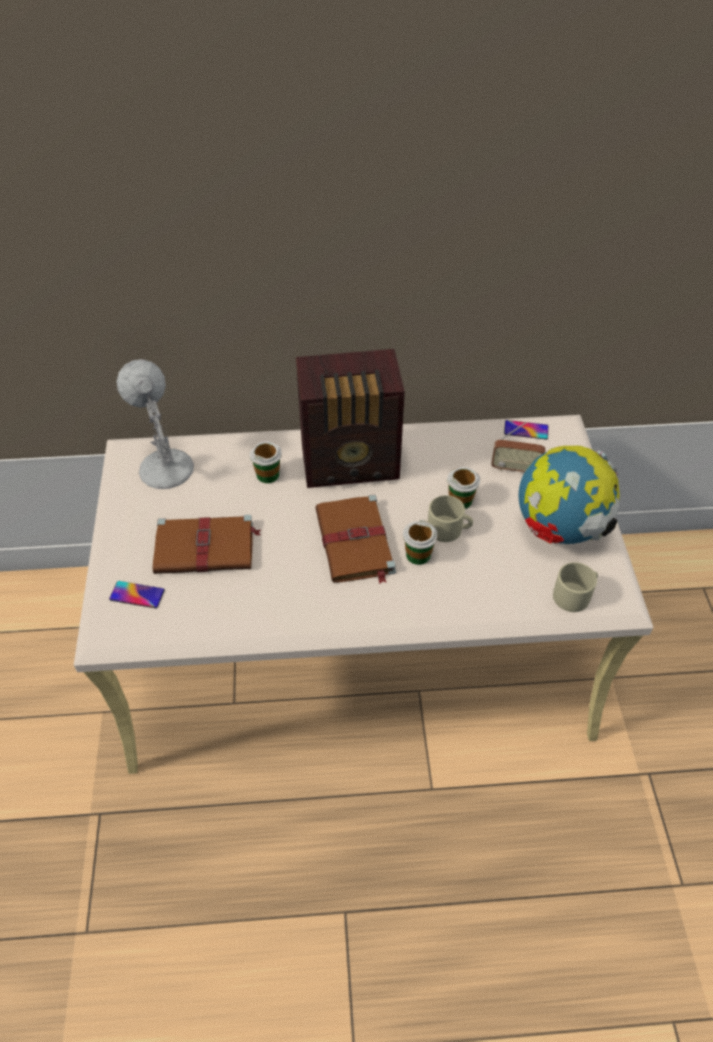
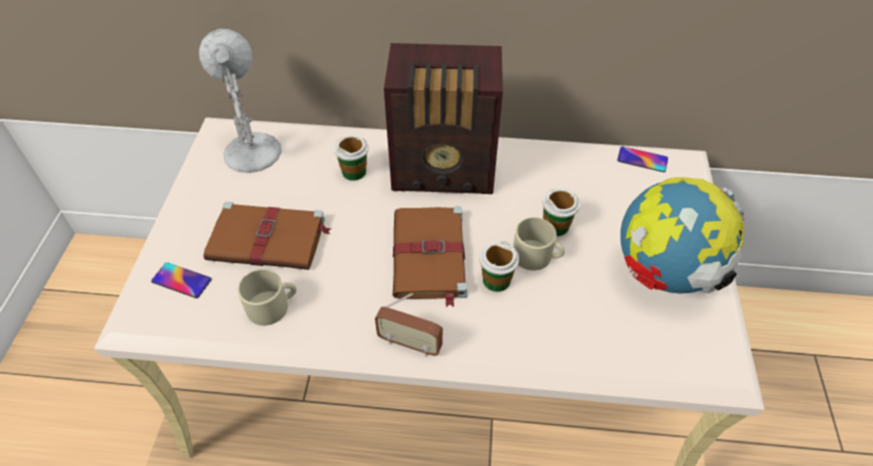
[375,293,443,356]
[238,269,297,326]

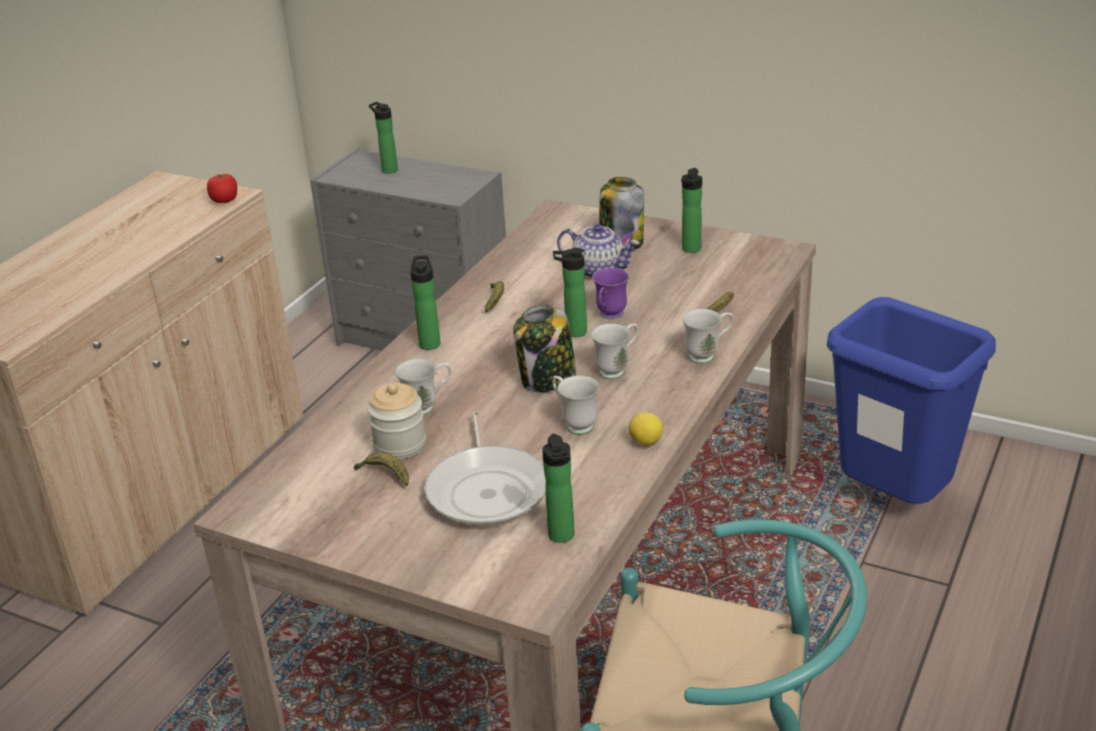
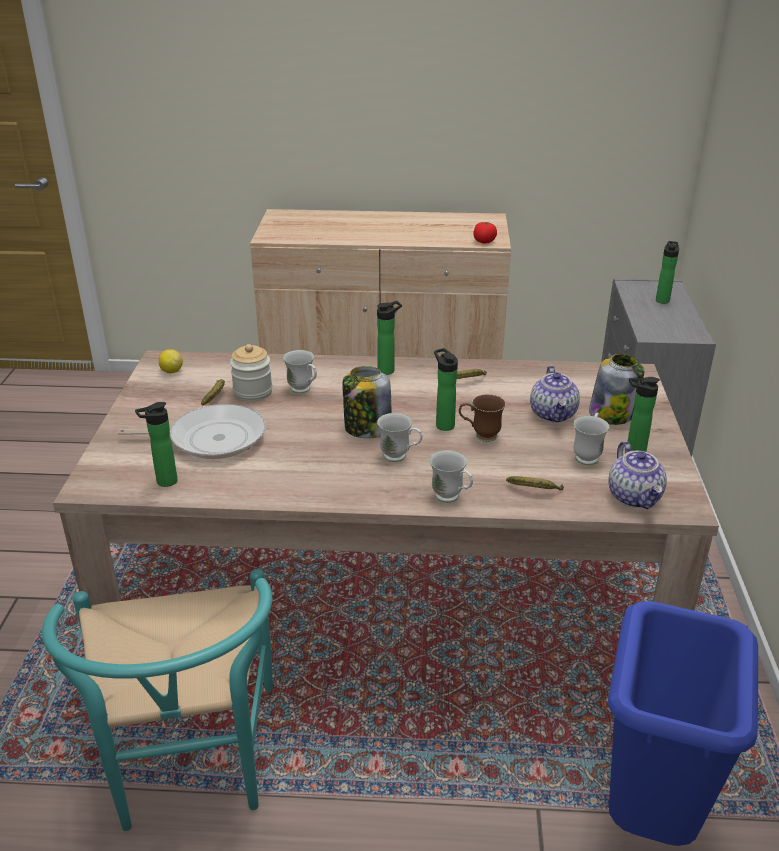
[609,441,667,509]
[573,412,609,465]
[159,349,183,373]
[459,394,506,442]
[118,404,265,459]

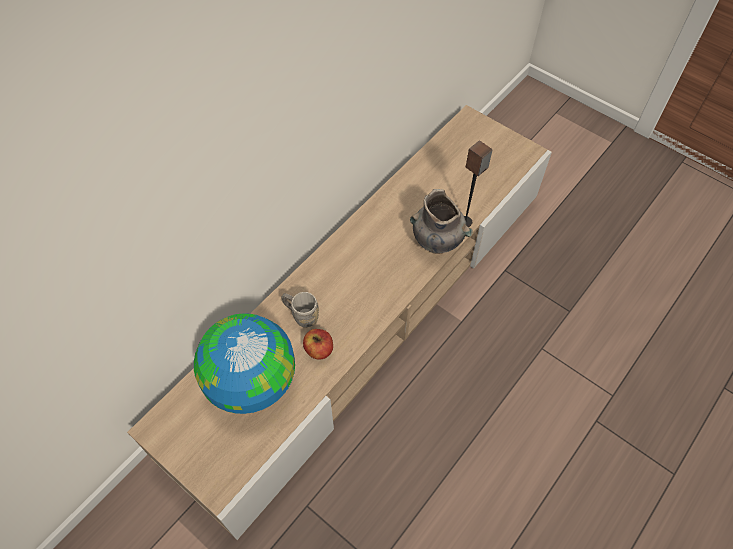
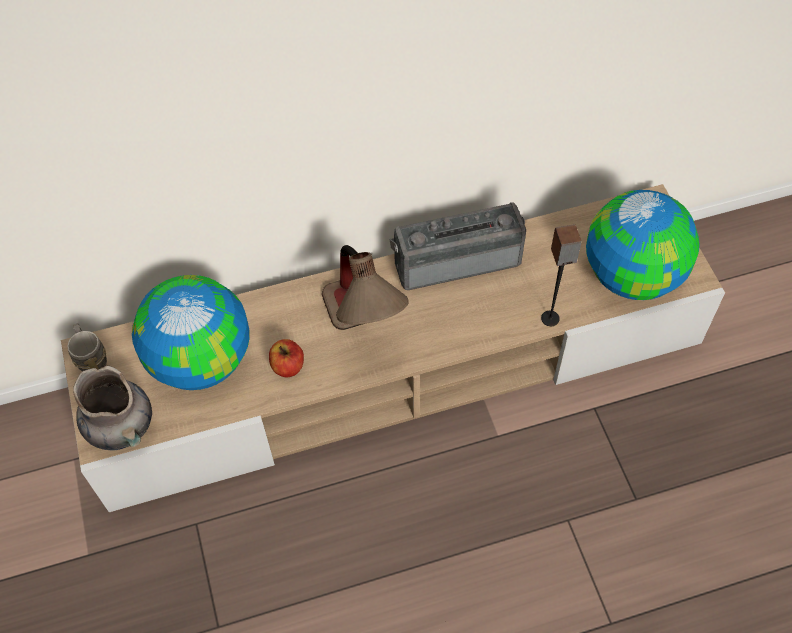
[322,245,409,330]
[389,202,526,290]
[586,190,700,300]
[67,323,107,372]
[73,366,152,450]

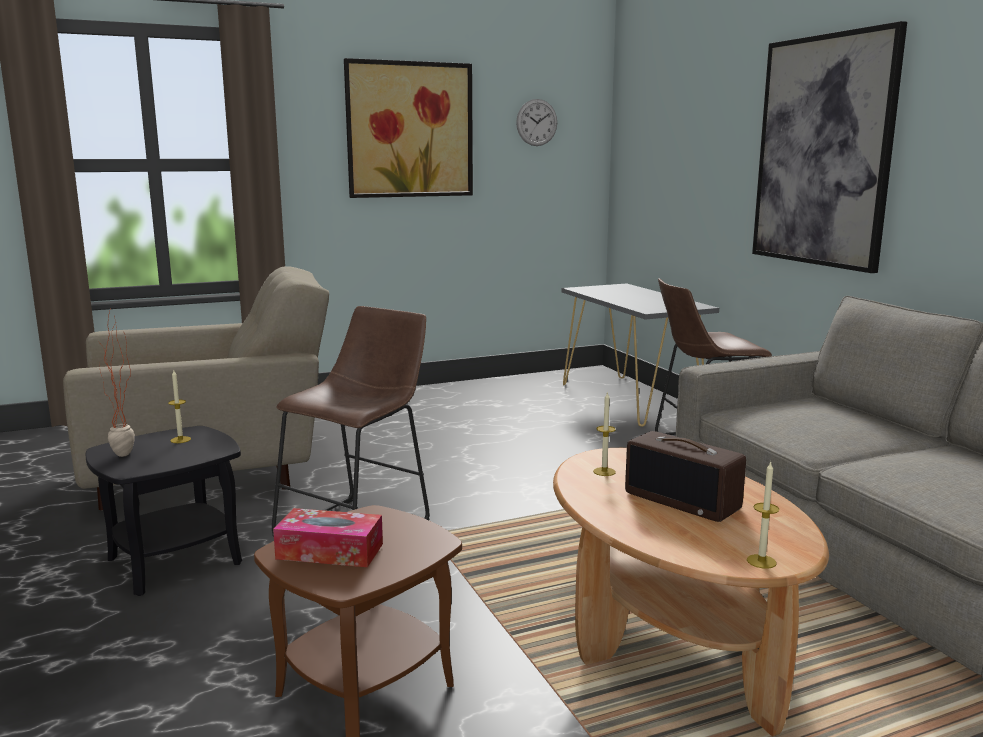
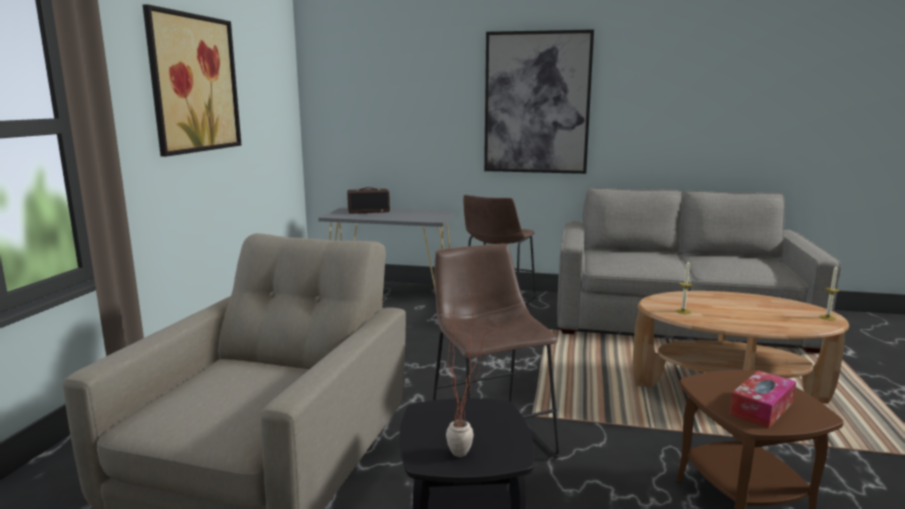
[168,370,191,443] (first image)
[516,99,557,146] (first image)
[347,187,390,214]

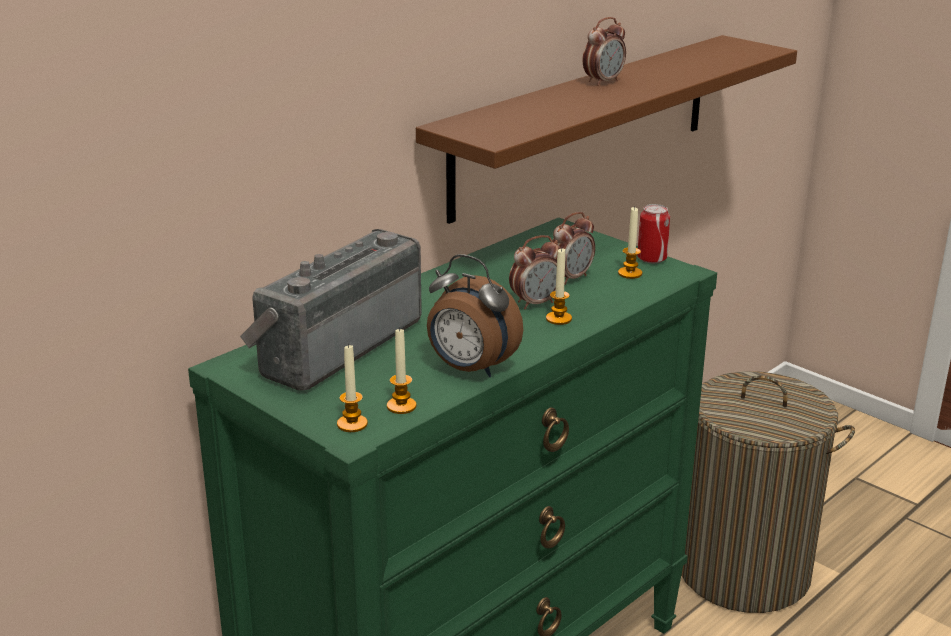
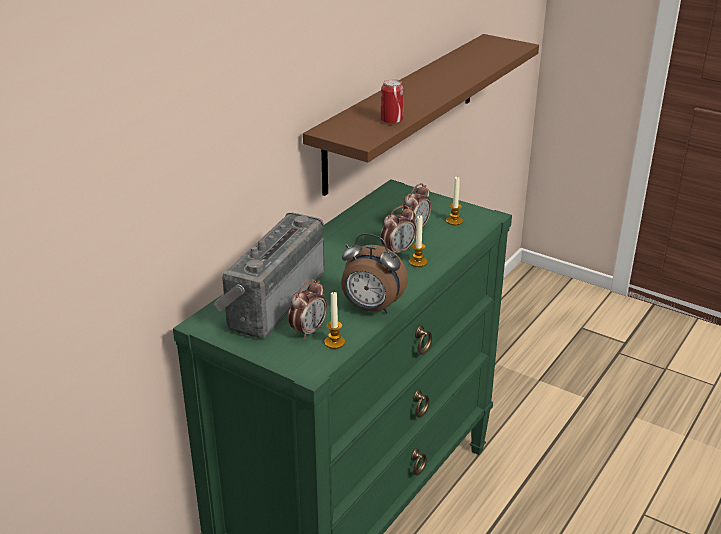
[337,344,368,432] (first image)
[681,371,855,613] (first image)
[288,279,327,339]
[381,79,404,124]

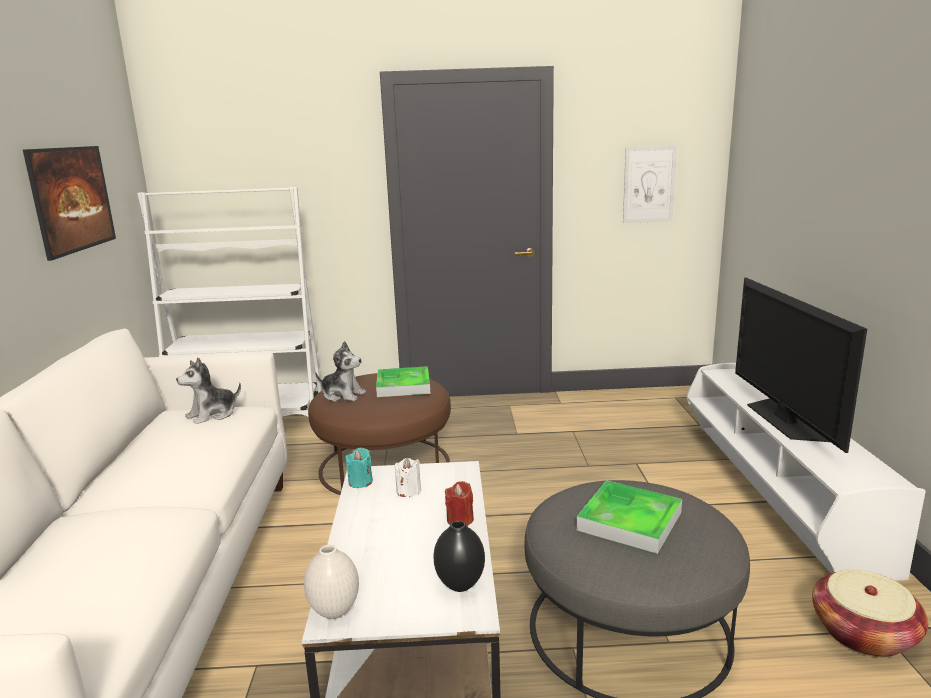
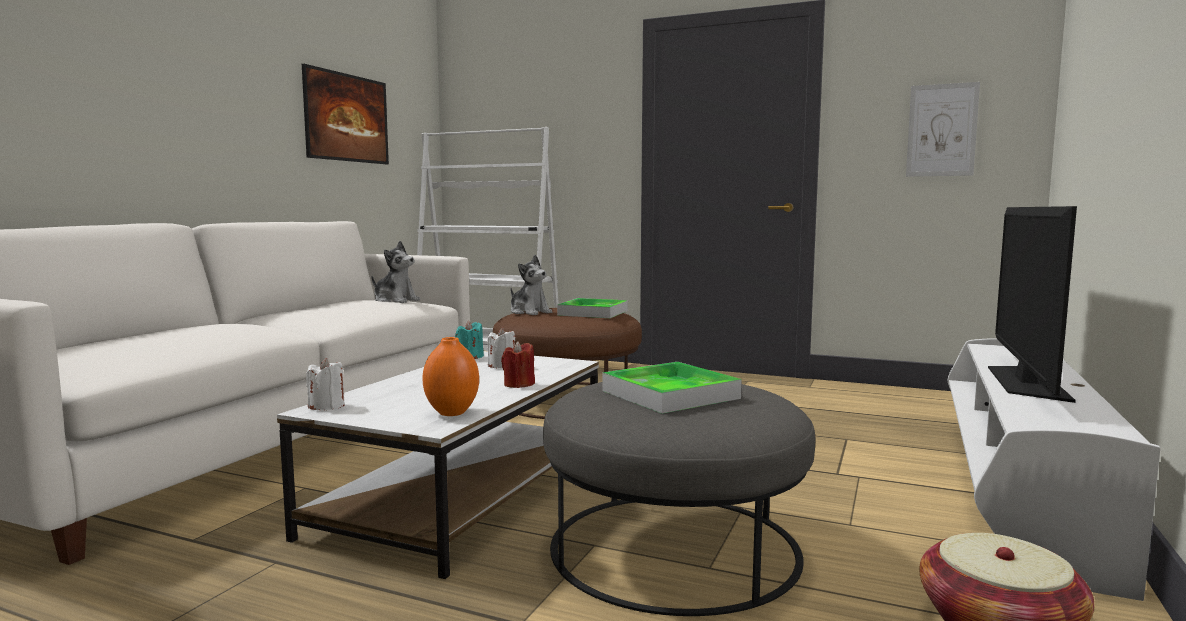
[306,358,345,410]
[422,337,479,416]
[372,241,420,303]

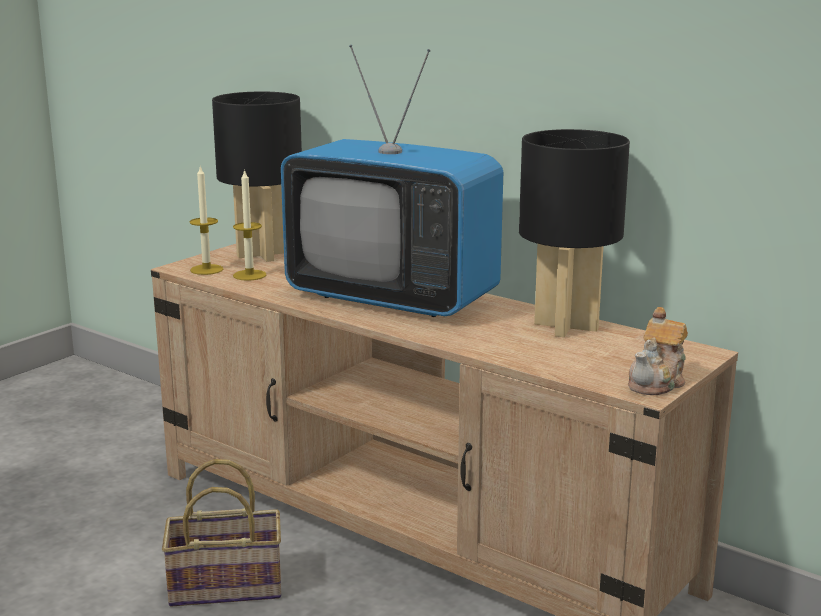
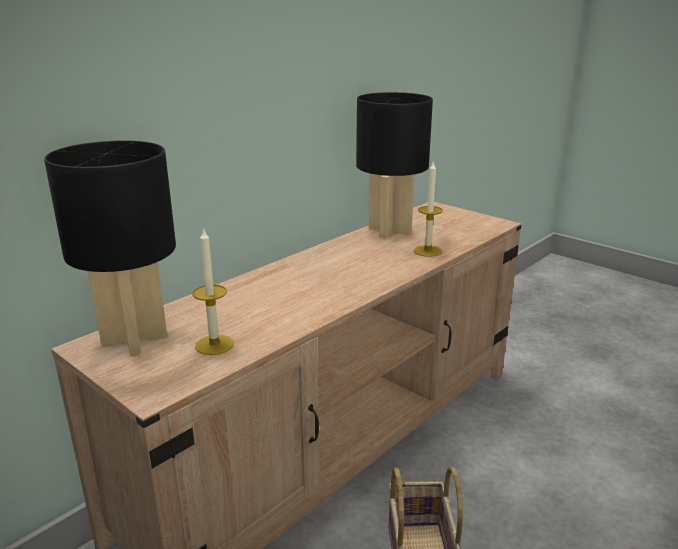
[281,45,503,317] (first image)
[628,307,688,395] (first image)
[414,161,443,257]

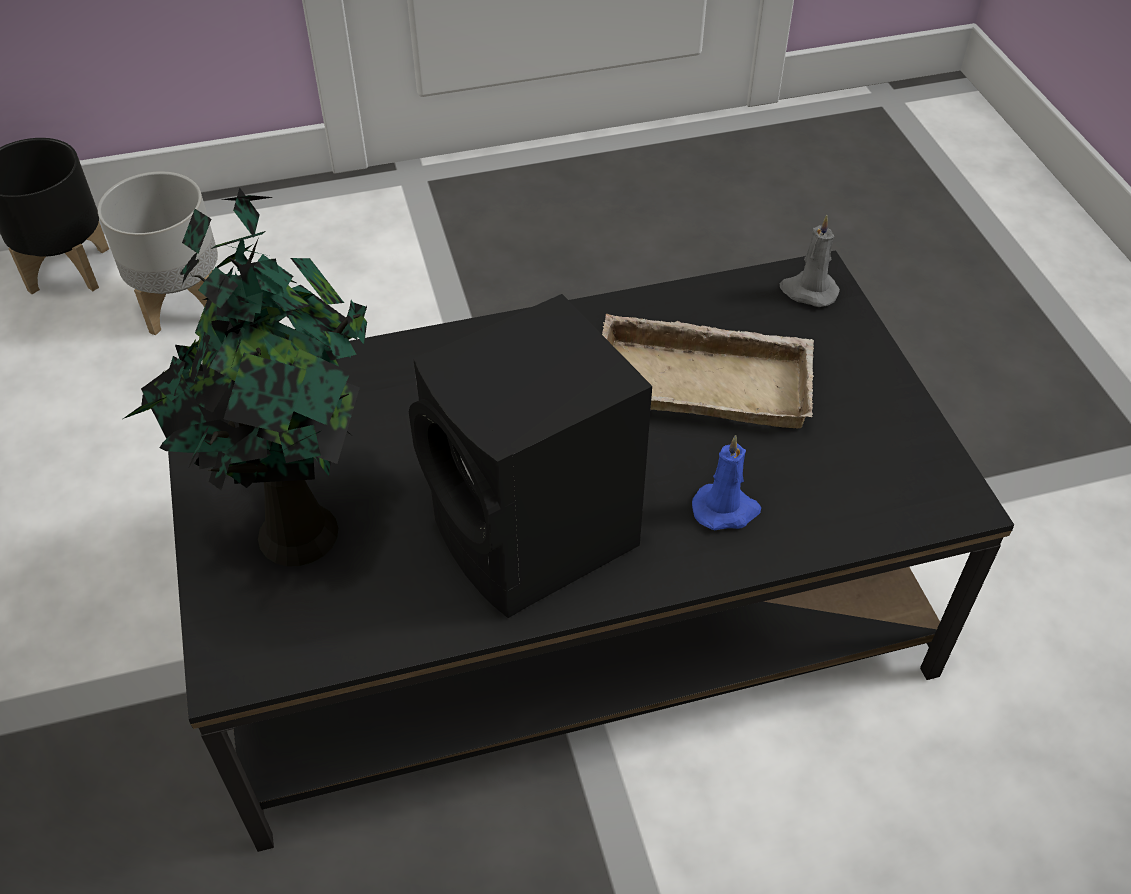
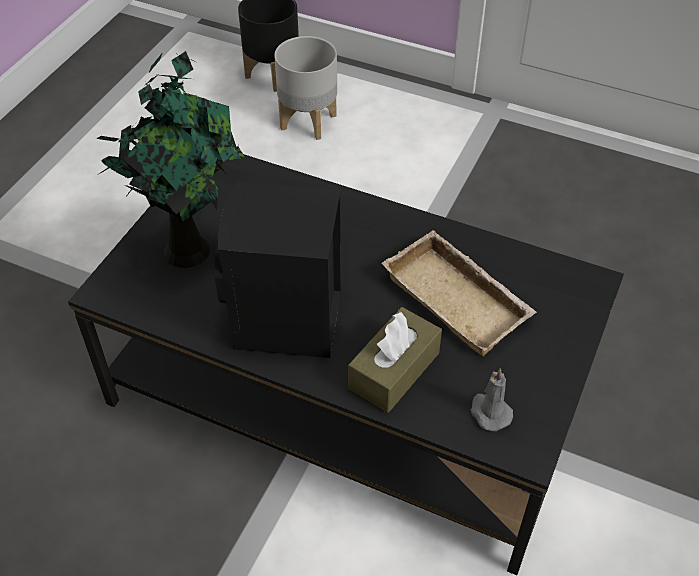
[471,368,513,431]
[348,307,442,413]

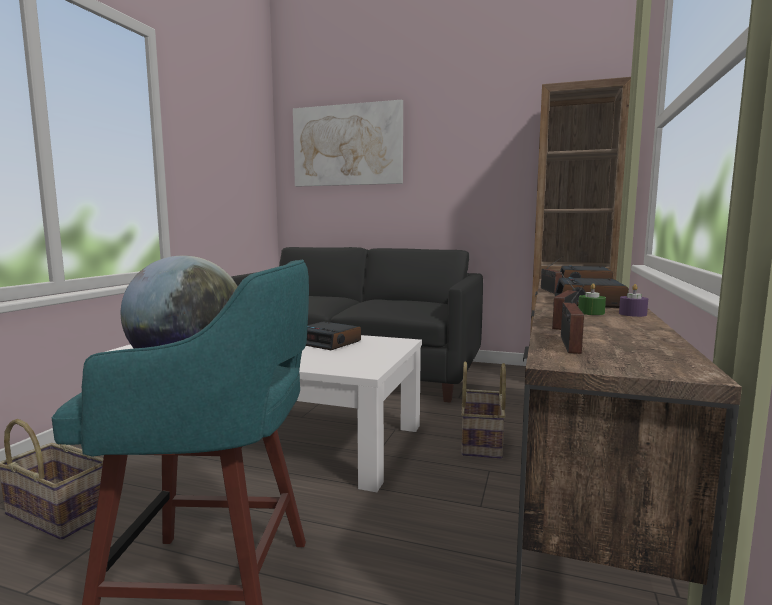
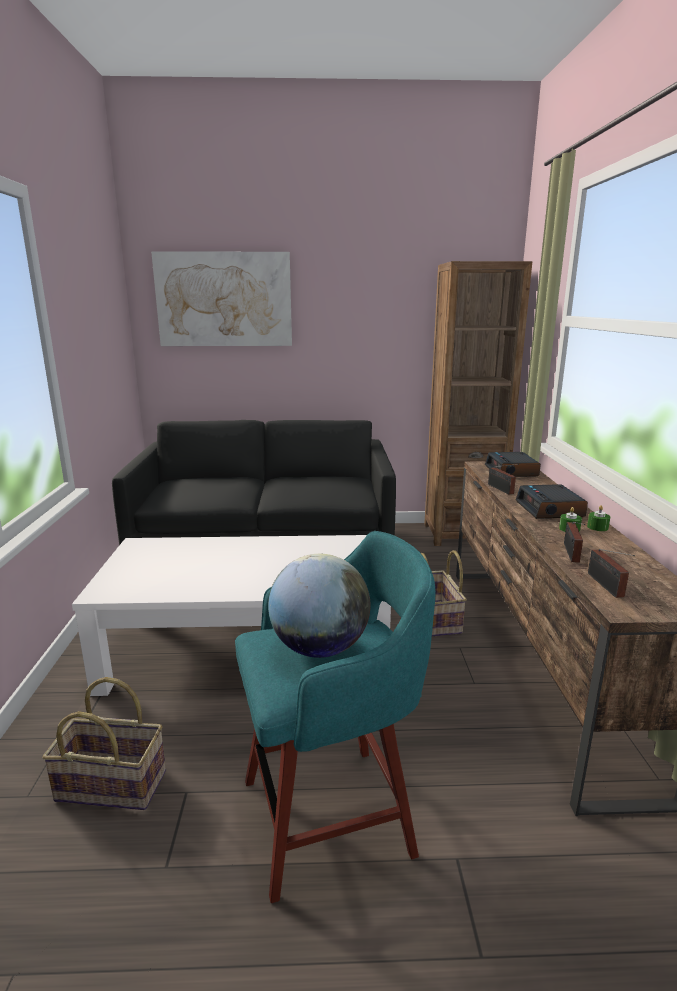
[306,321,361,350] (first image)
[587,505,610,531]

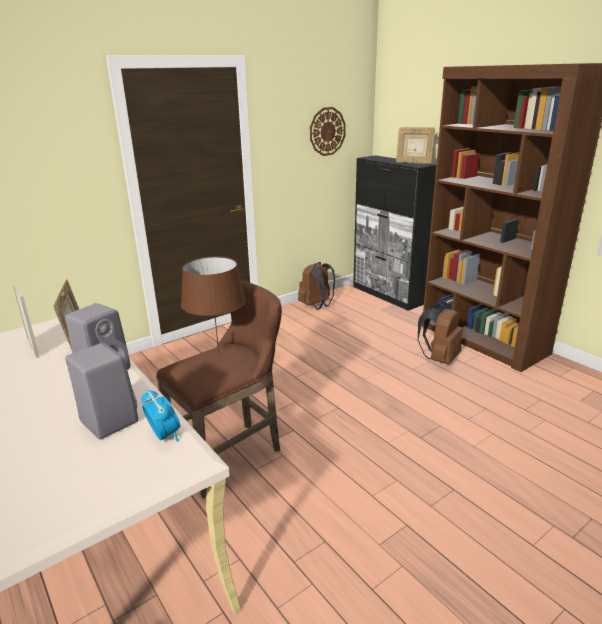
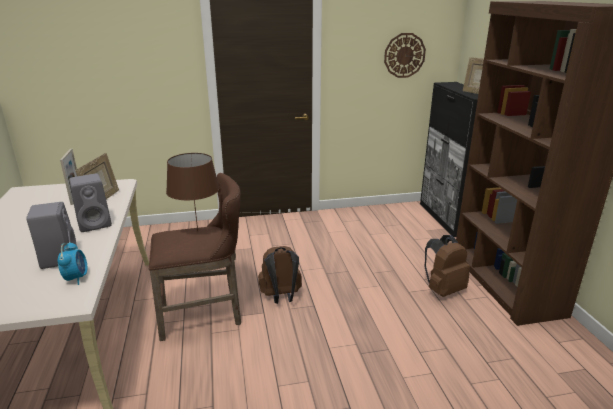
[258,246,302,304]

